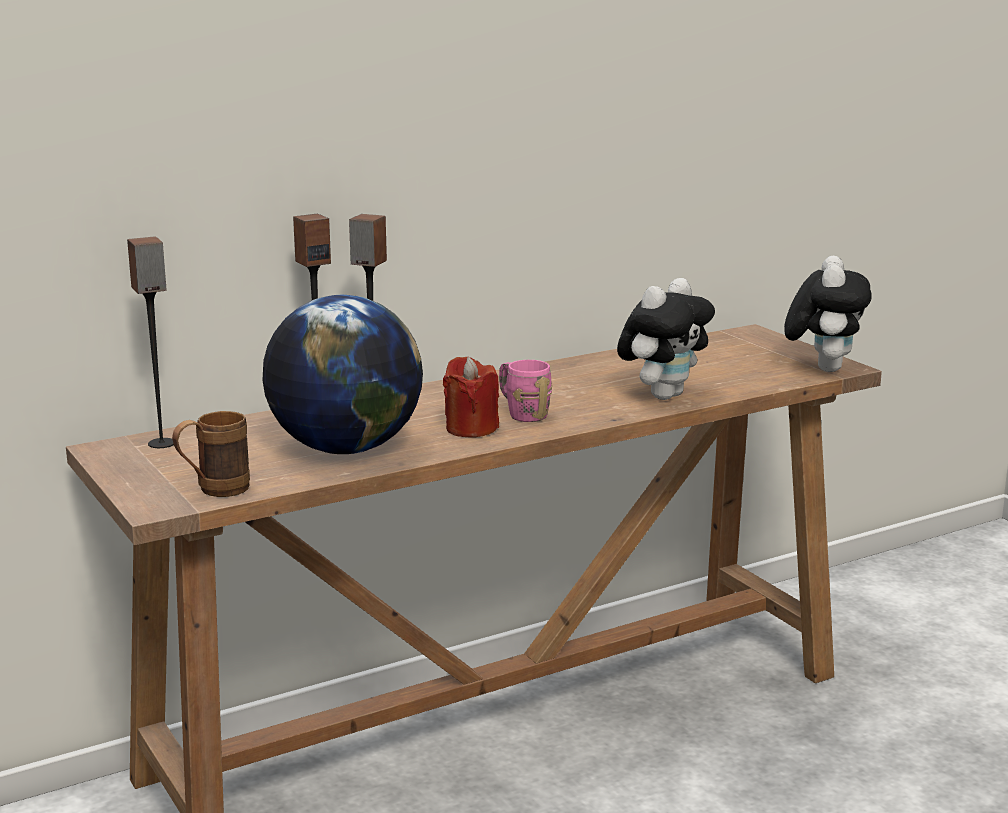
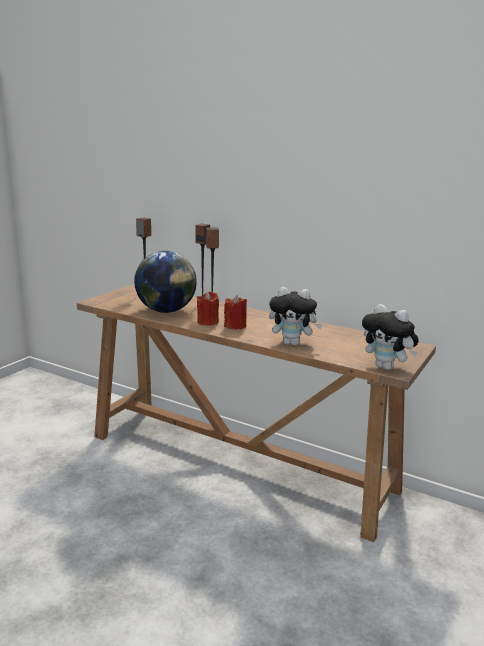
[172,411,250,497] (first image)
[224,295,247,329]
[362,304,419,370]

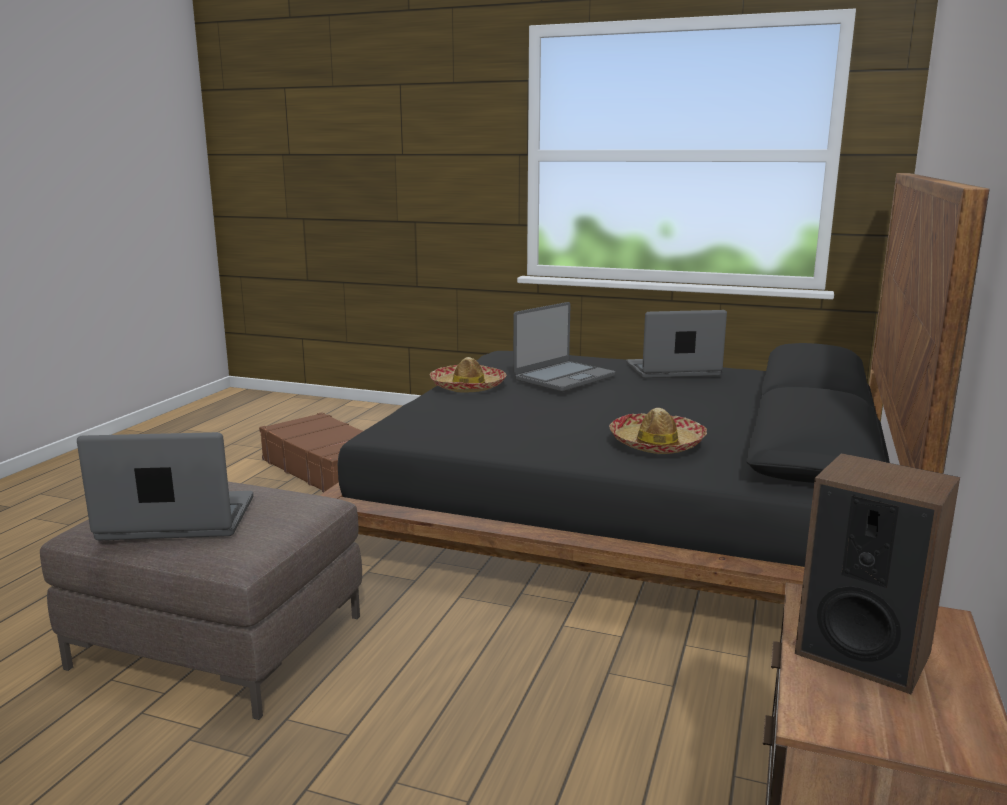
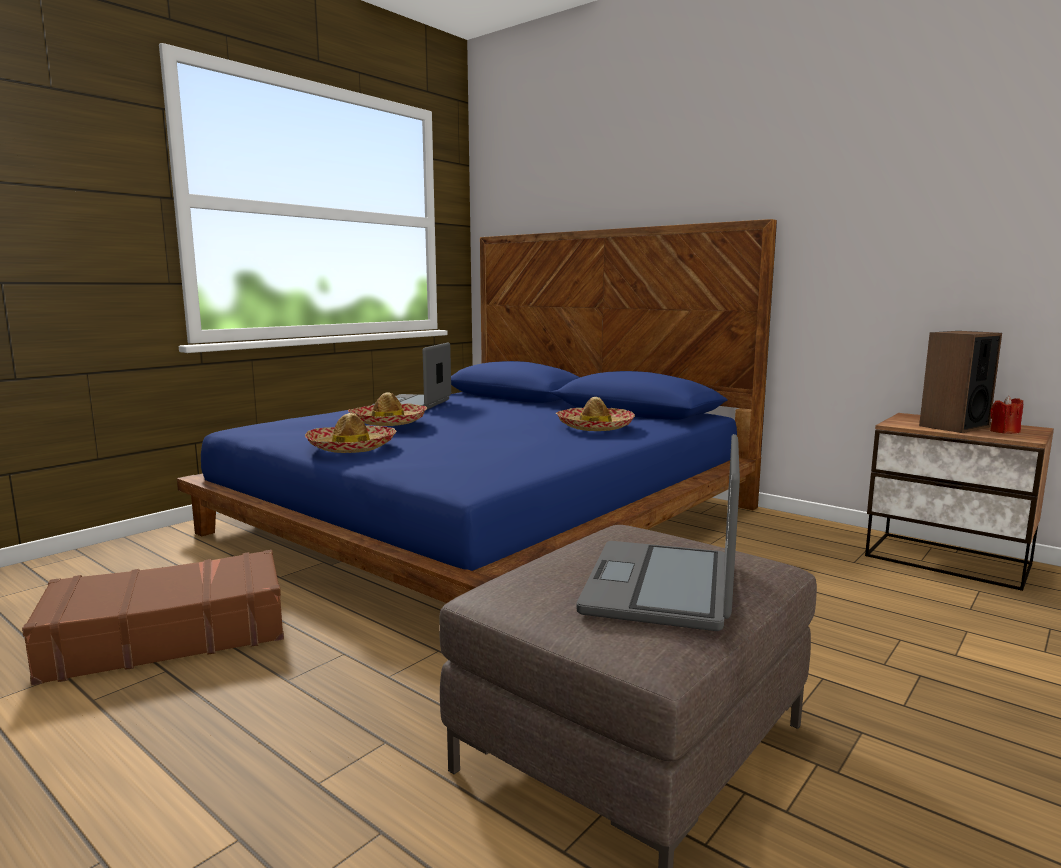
[990,396,1023,434]
[348,392,427,426]
[177,219,777,603]

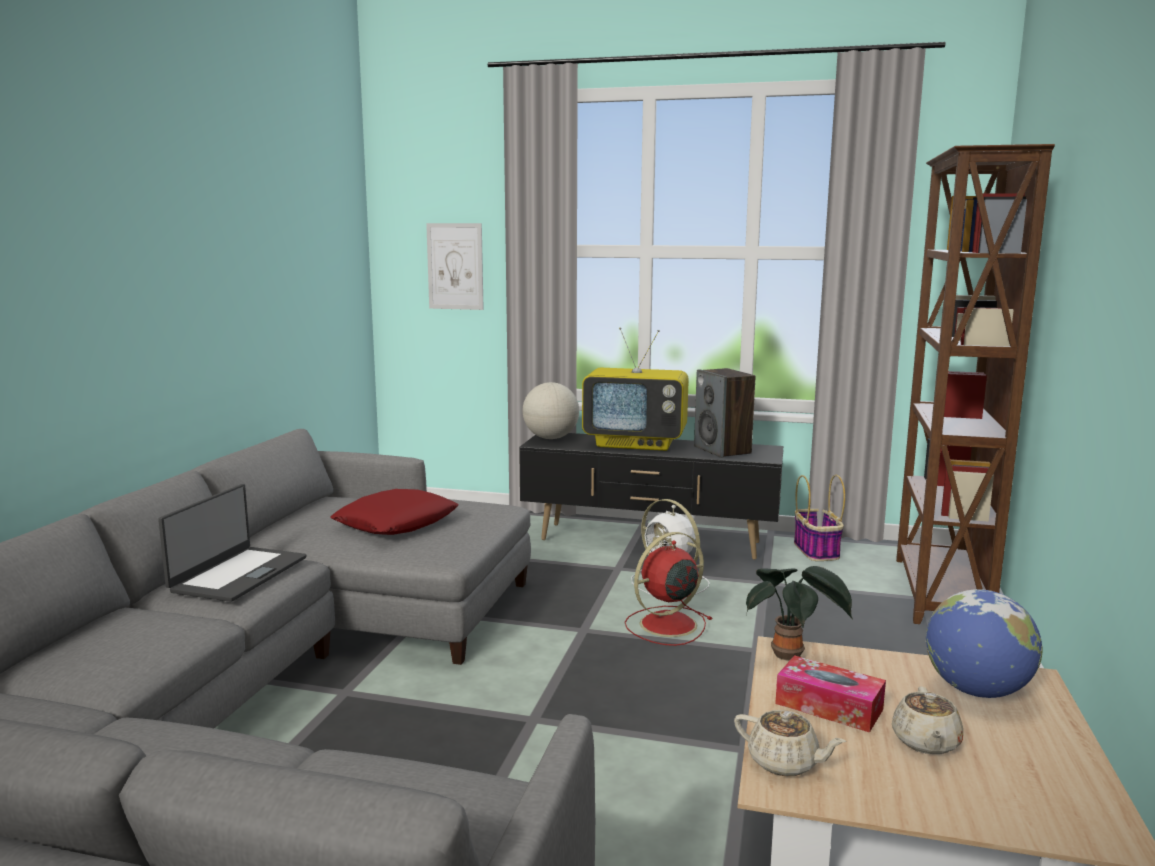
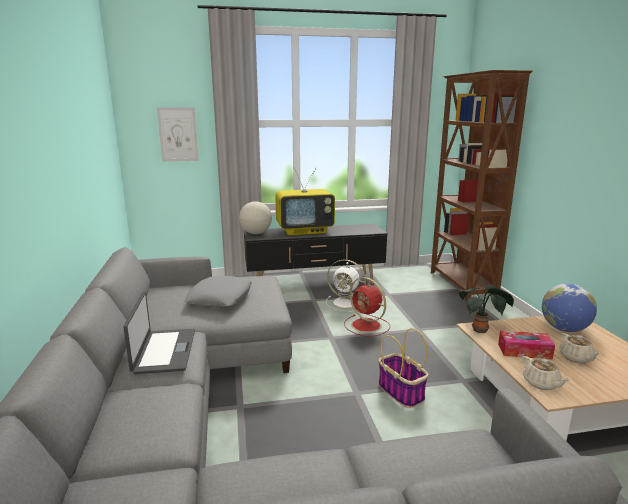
[694,368,755,458] (first image)
[379,328,428,408]
[184,276,252,308]
[344,277,390,337]
[522,356,571,390]

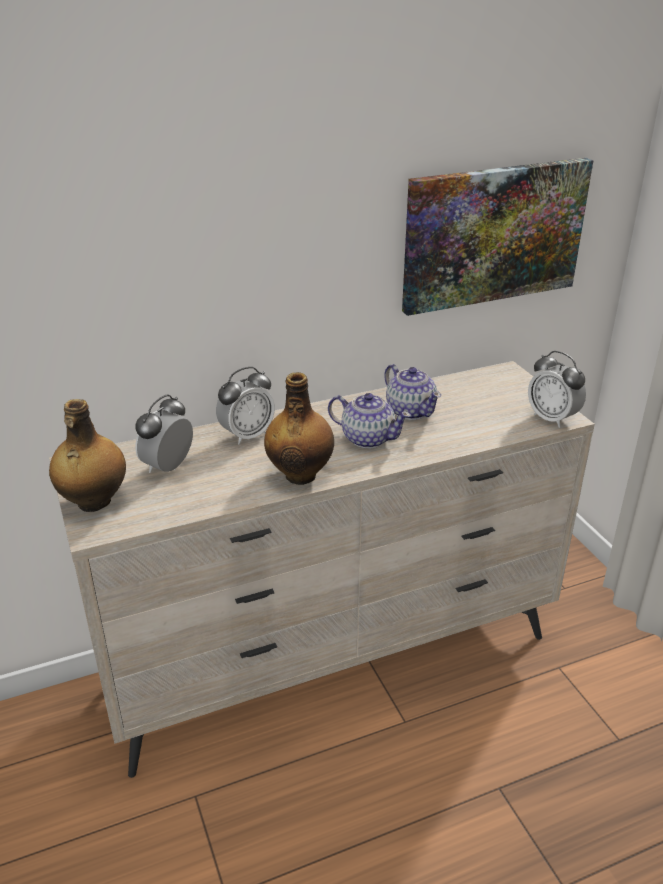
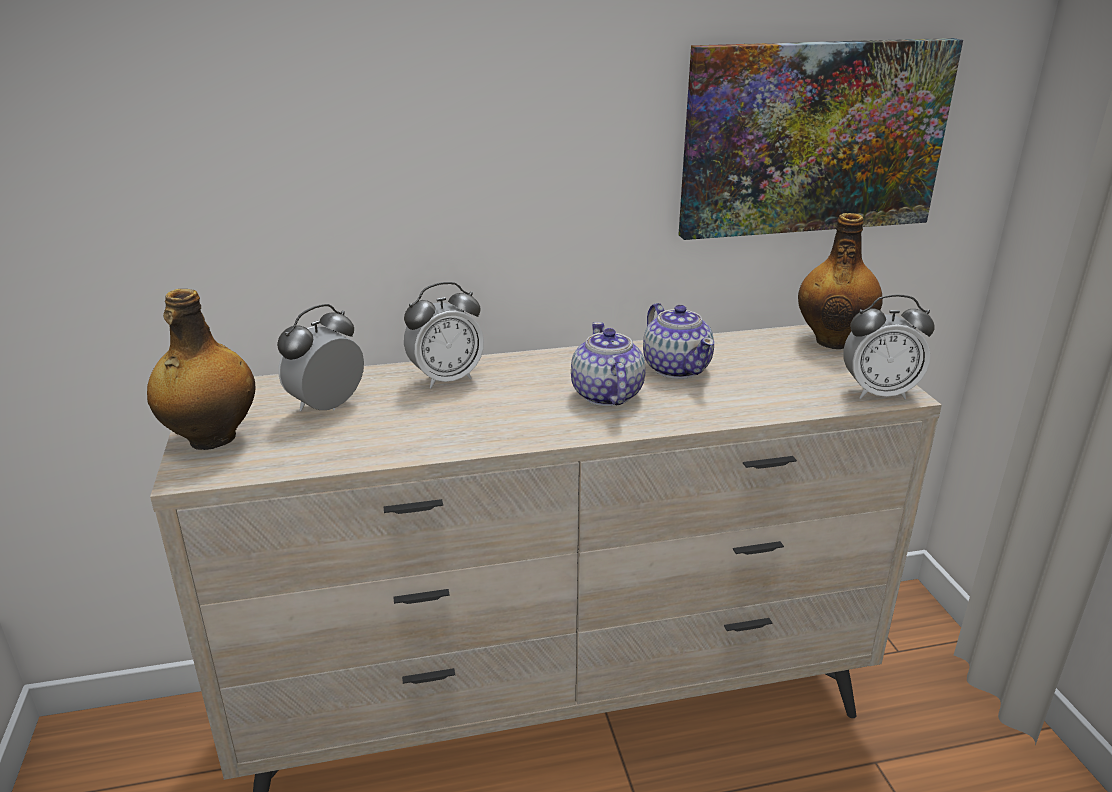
[798,213,883,349]
[571,322,645,406]
[843,294,935,399]

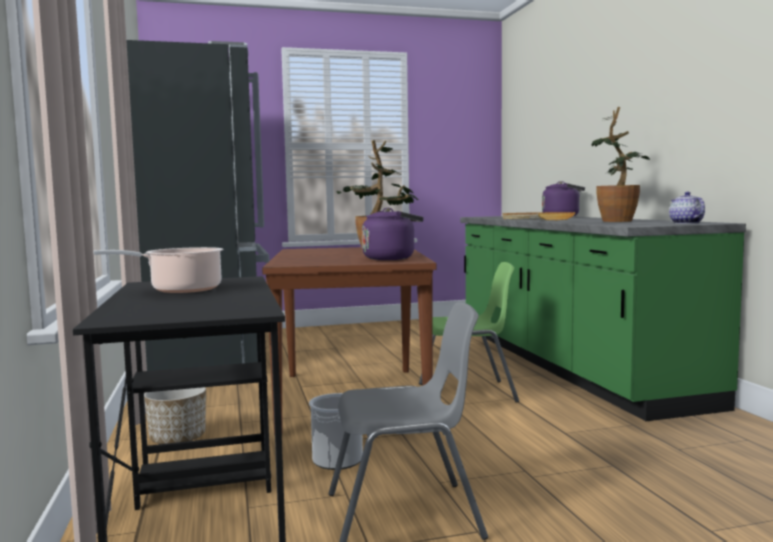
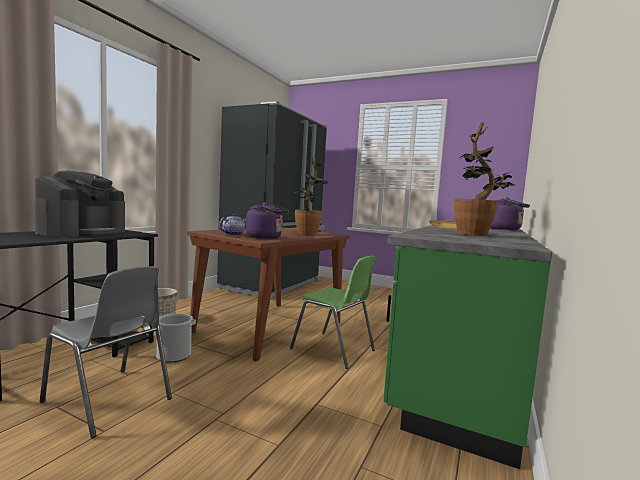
[219,214,246,236]
[34,171,125,237]

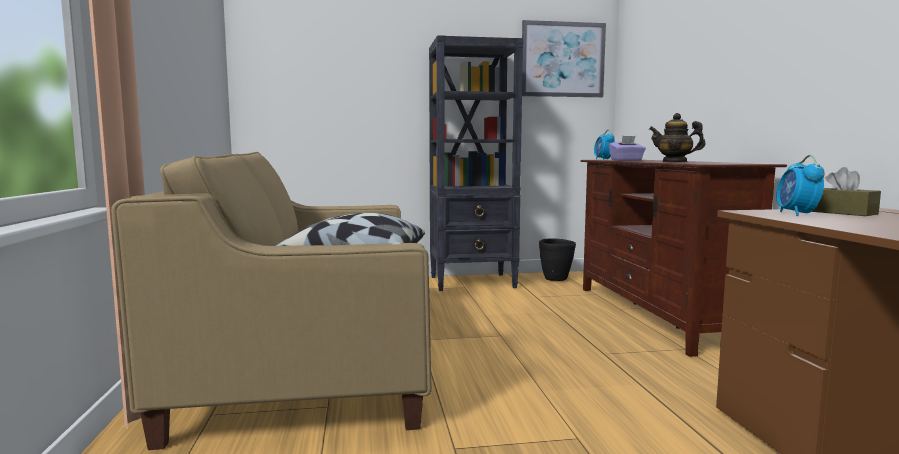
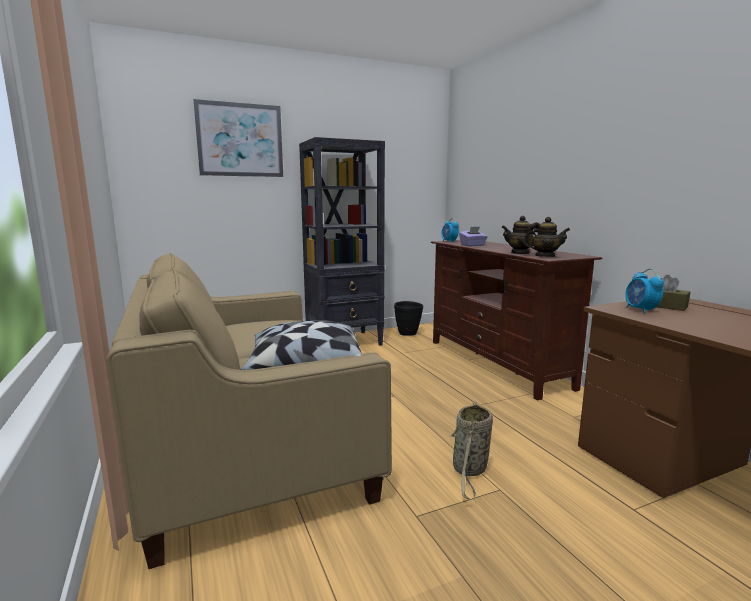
[449,402,493,500]
[523,217,570,257]
[194,99,283,177]

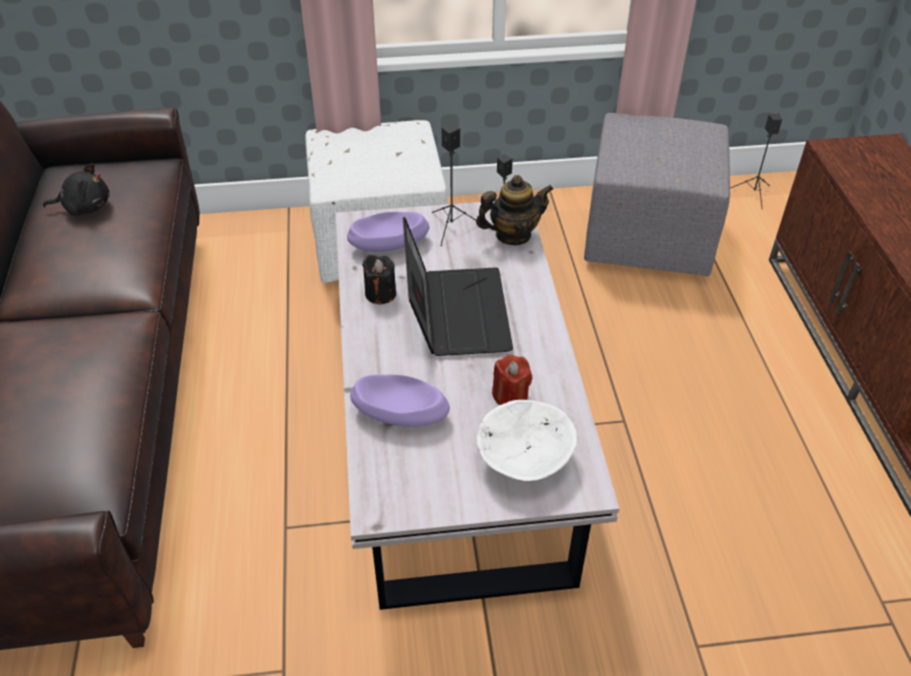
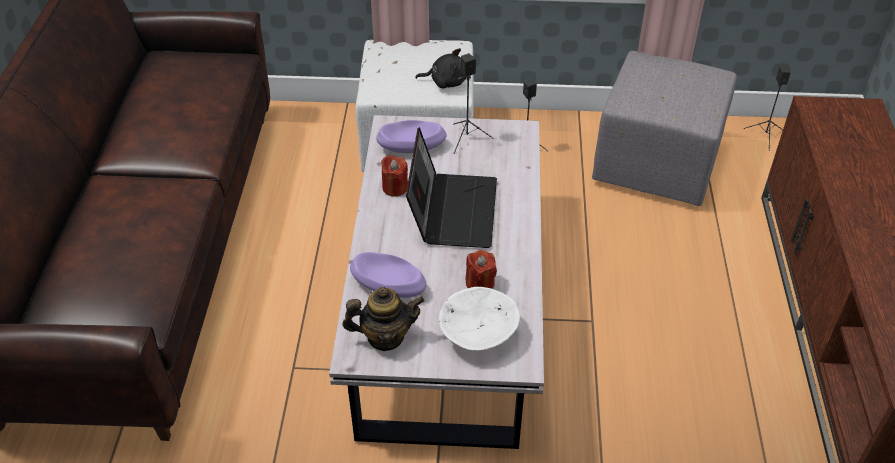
[415,48,467,88]
[343,287,425,351]
[381,155,408,197]

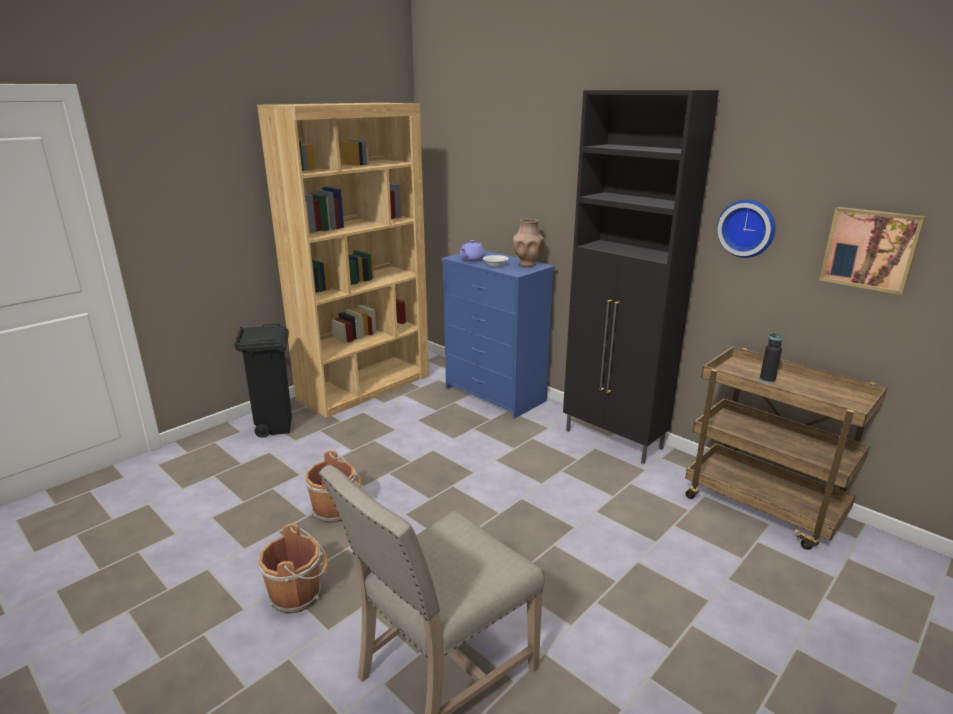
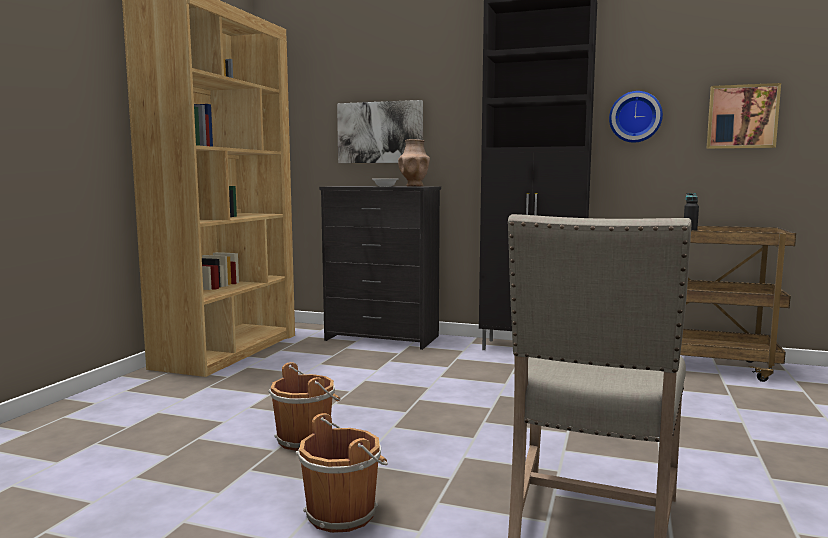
[234,324,292,438] (first image)
[460,240,485,262] (first image)
[337,100,423,163]
[319,186,441,350]

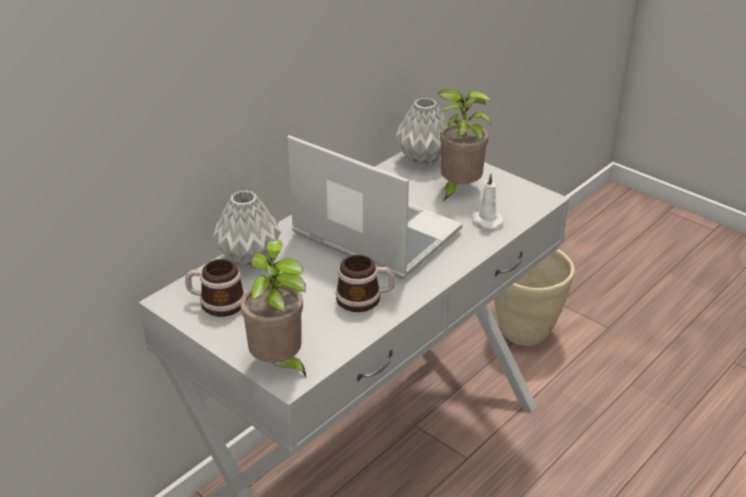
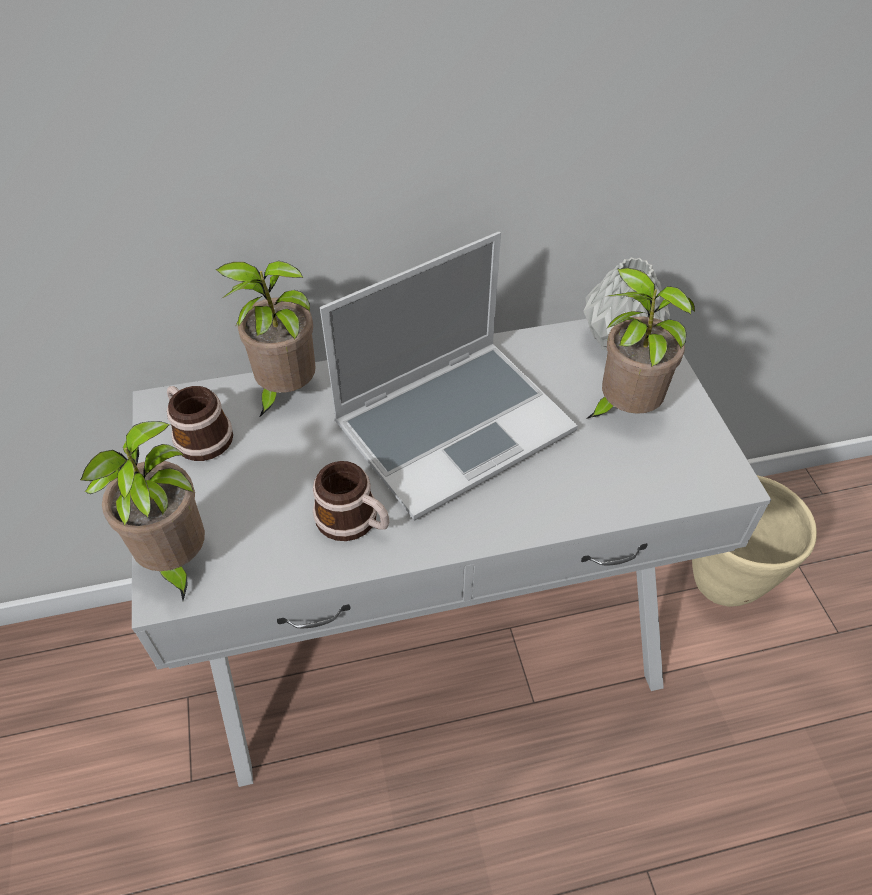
[471,173,503,229] (first image)
[216,261,315,418]
[320,232,578,521]

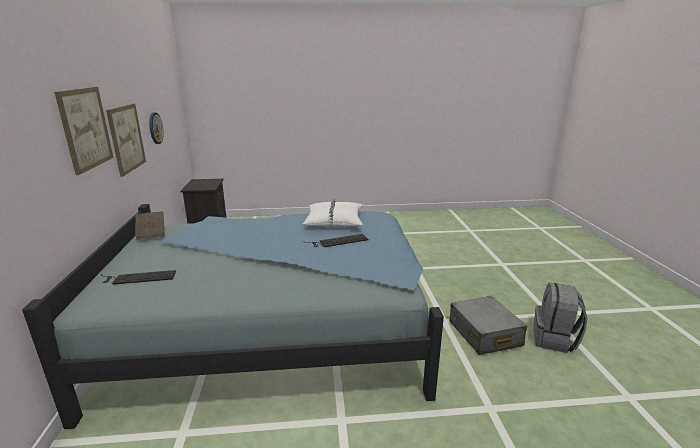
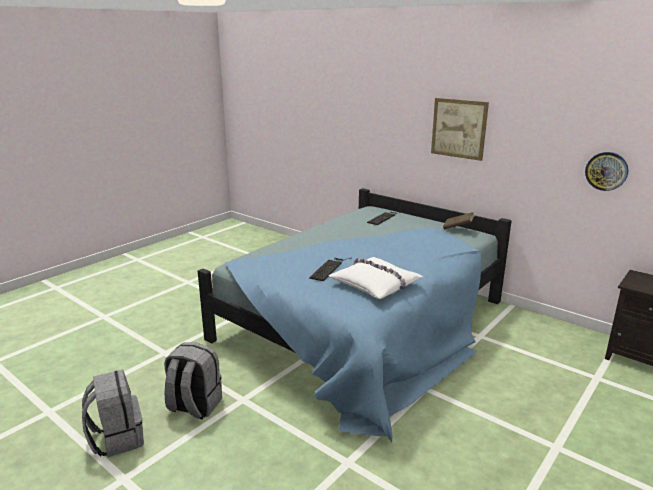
[106,103,146,177] (first image)
[164,342,222,420]

